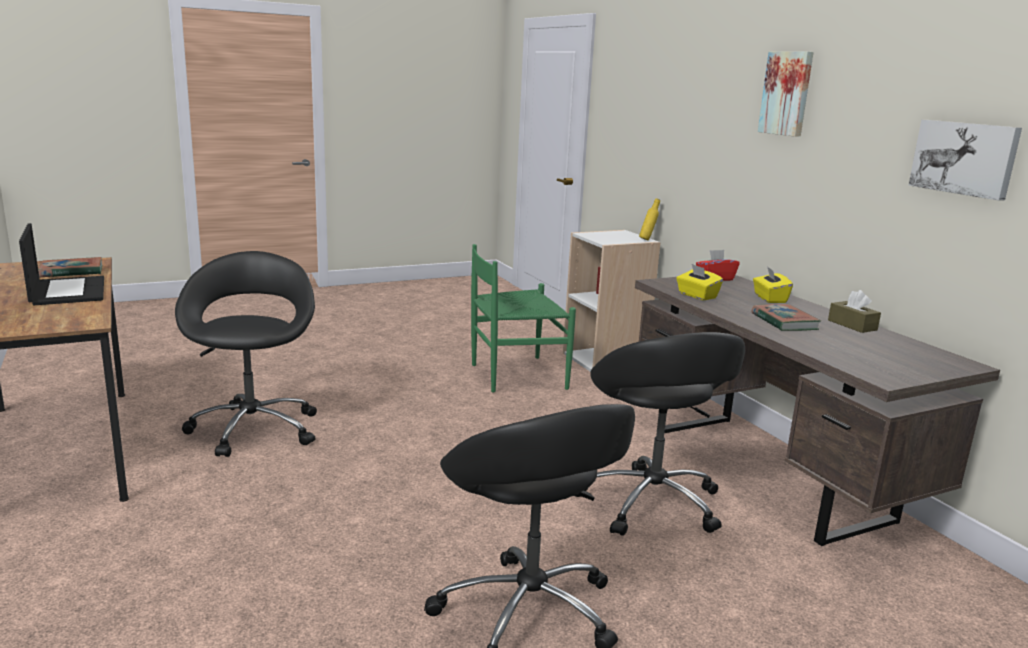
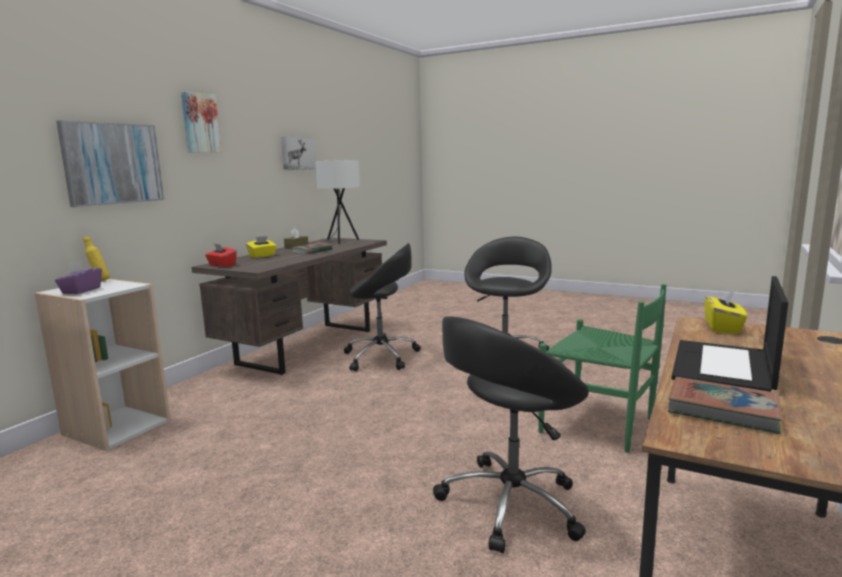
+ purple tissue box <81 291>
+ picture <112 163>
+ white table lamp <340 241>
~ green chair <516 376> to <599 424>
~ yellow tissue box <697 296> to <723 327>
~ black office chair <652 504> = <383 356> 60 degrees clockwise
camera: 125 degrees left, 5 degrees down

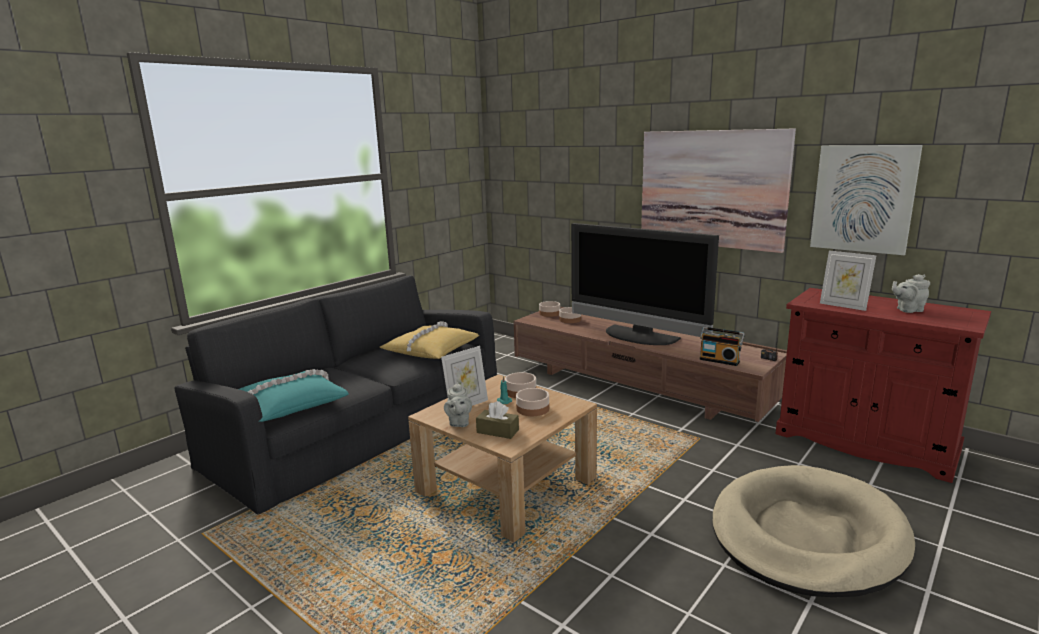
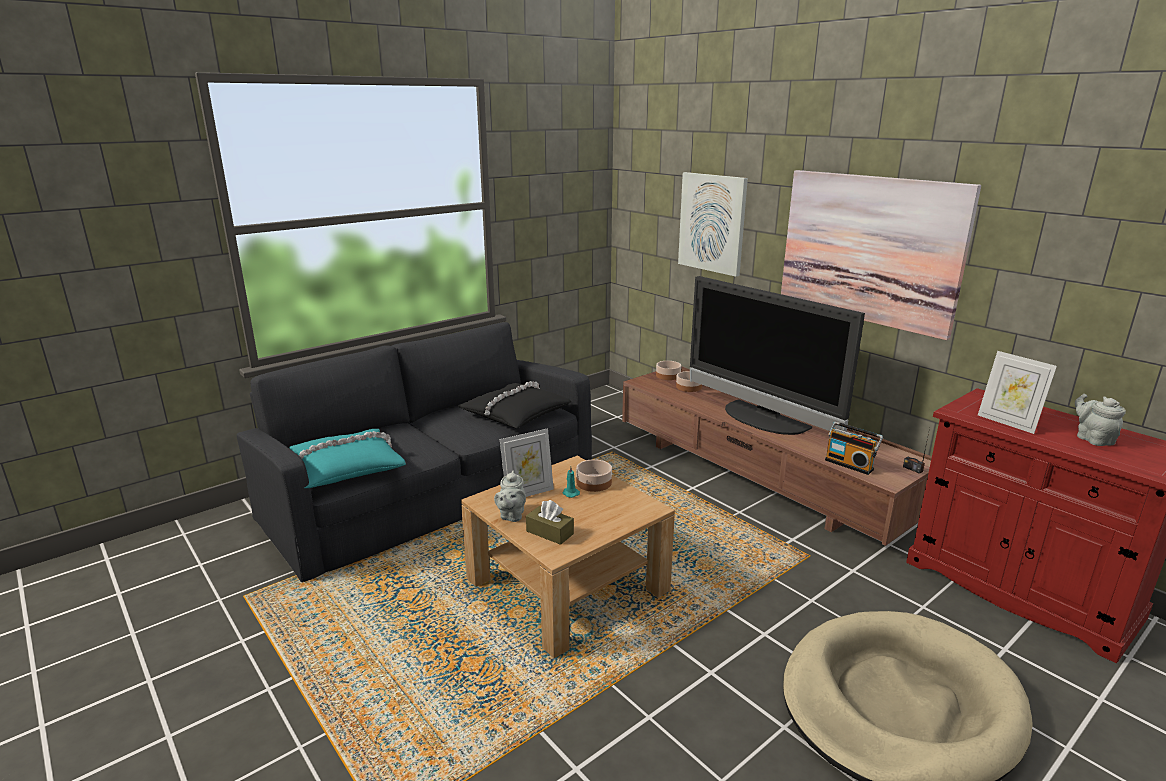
- bowl <533 409>
~ picture <863 198> to <712 223>
~ yellow pillow <430 350> to black pillow <515 414>
~ grey teapot <908 310> = <1092 439> 75 degrees clockwise
camera: 10 degrees right, 5 degrees up

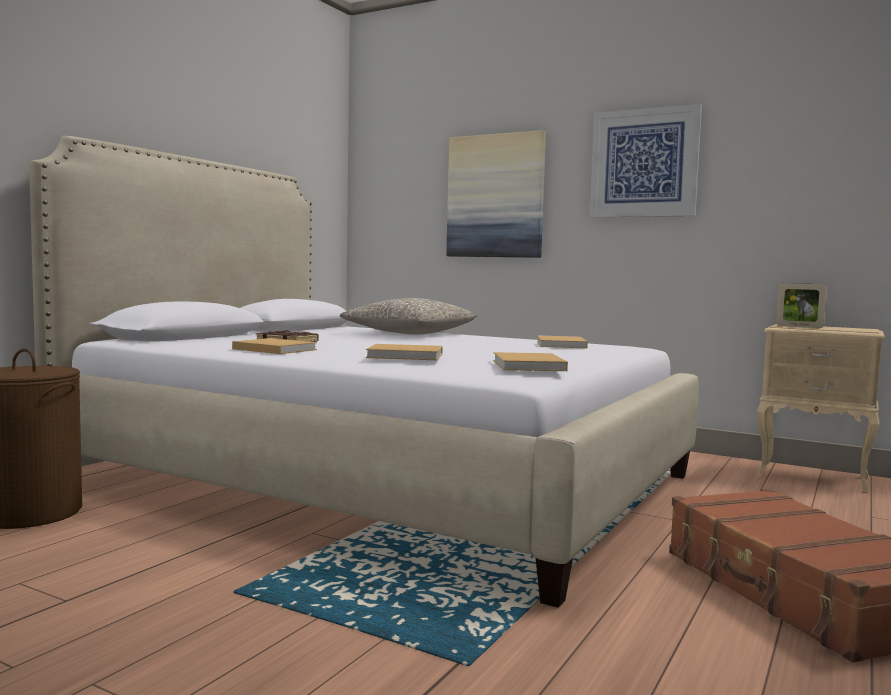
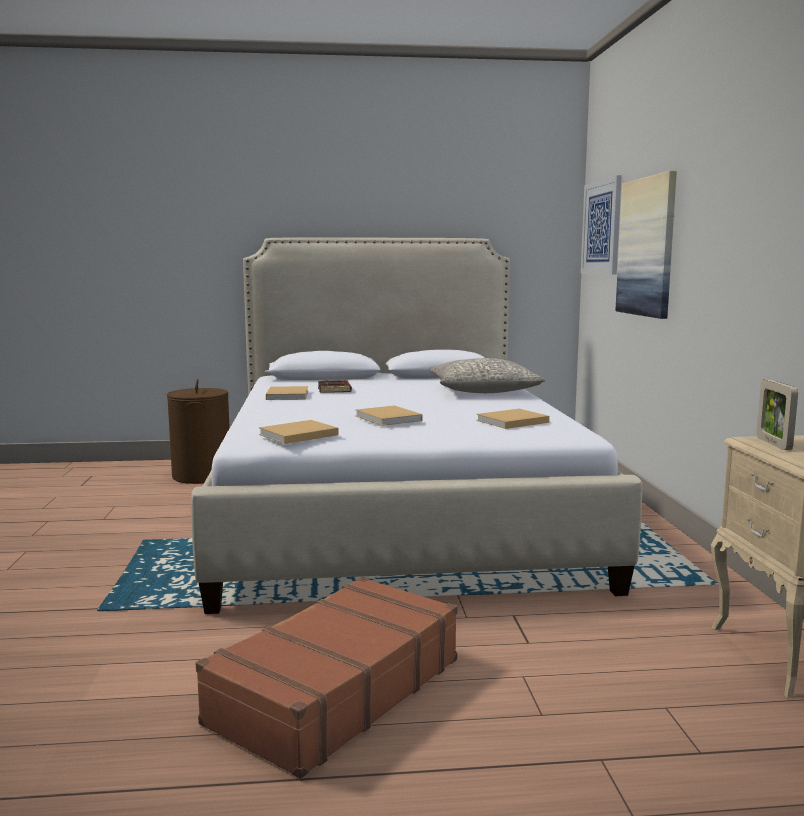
~ beige book <407 356> to <389 418>
~ picture <644 163> to <601 227>
camera: 55 degrees right, 5 degrees up

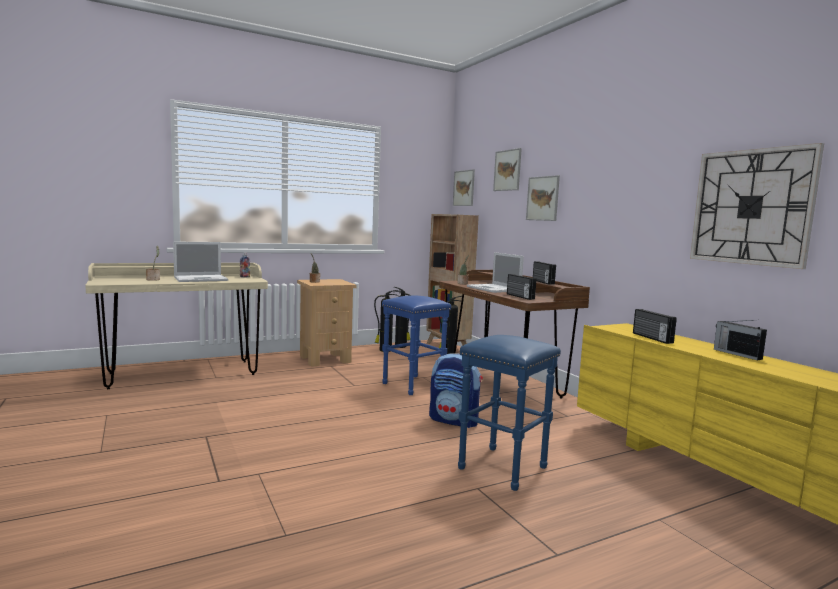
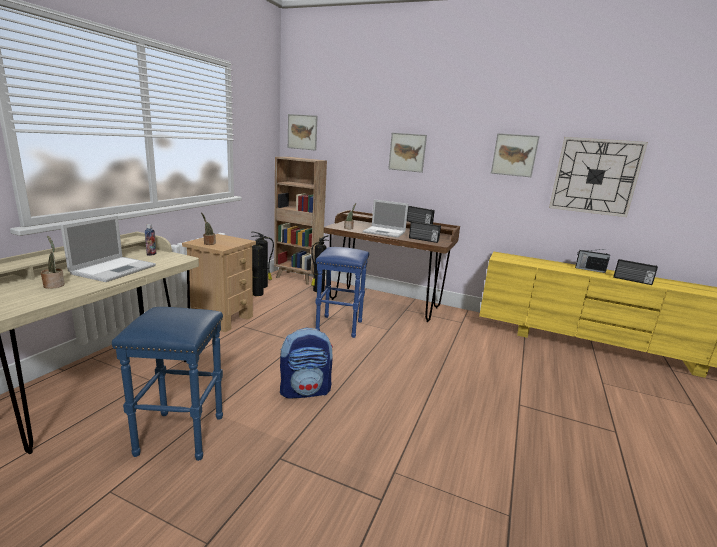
~ backpack <454 421> to <305 391>
~ blue stool <503 468> to <181 436>
~ picture <507 170> to <514 155>
~ radio <651 338> to <632 280>
camera: 40 degrees left, 10 degrees up

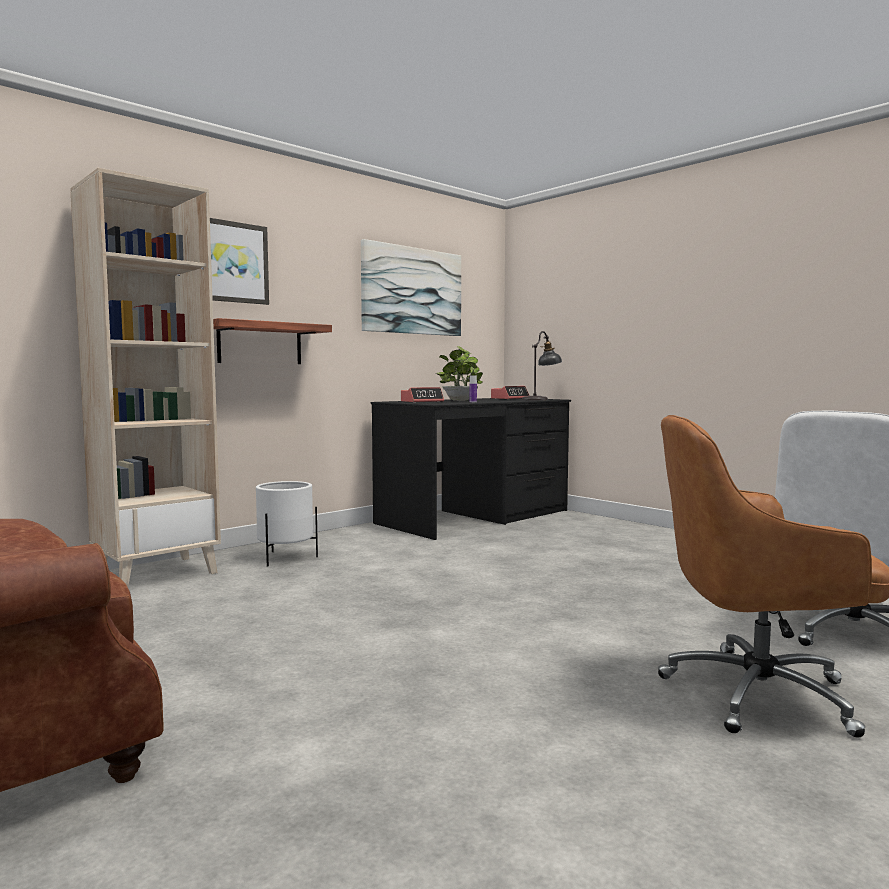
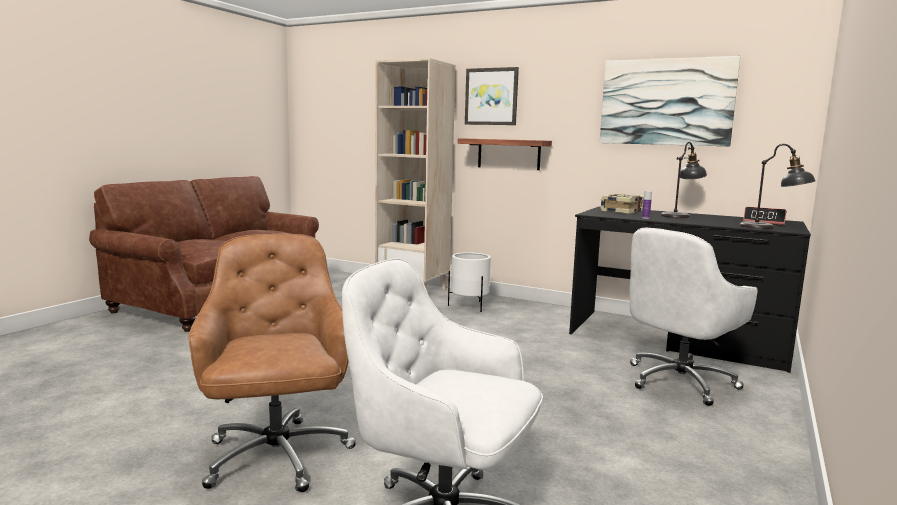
+ white office chair <679 381>
~ alarm clock <422 401> to book <622 211>
~ potted plant <460 400> to grey table lamp <681 215>
camera: 70 degrees right, 5 degrees up

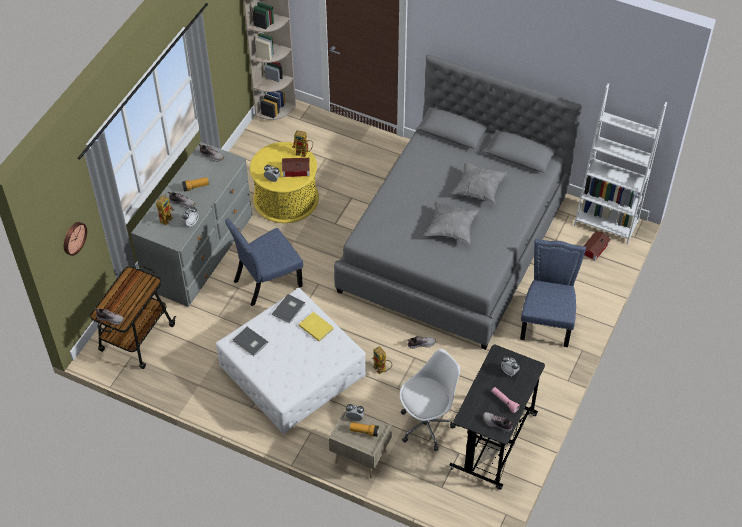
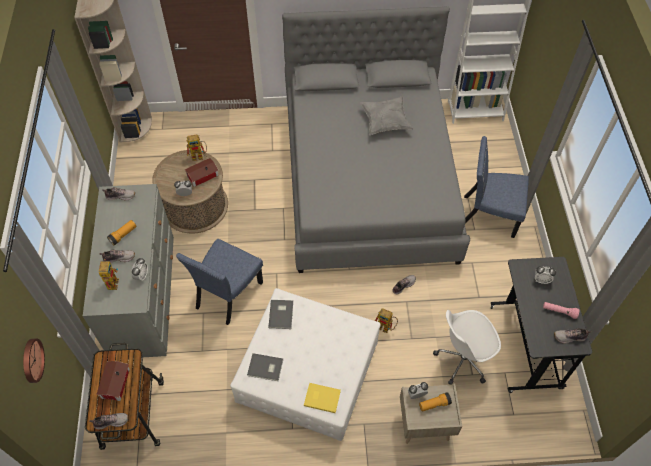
- grey pillow <451 229>
~ yellow book <316 326> to <322 397>
~ toy house <594 249> to <114 384>
~ yellow coffee table <286 198> to brown coffee table <195 206>
~ white office chair <427 426> = <460 361> 135 degrees counterclockwise
~ blue chair <547 321> = <490 215> 60 degrees counterclockwise
camera: 30 degrees left, 5 degrees up

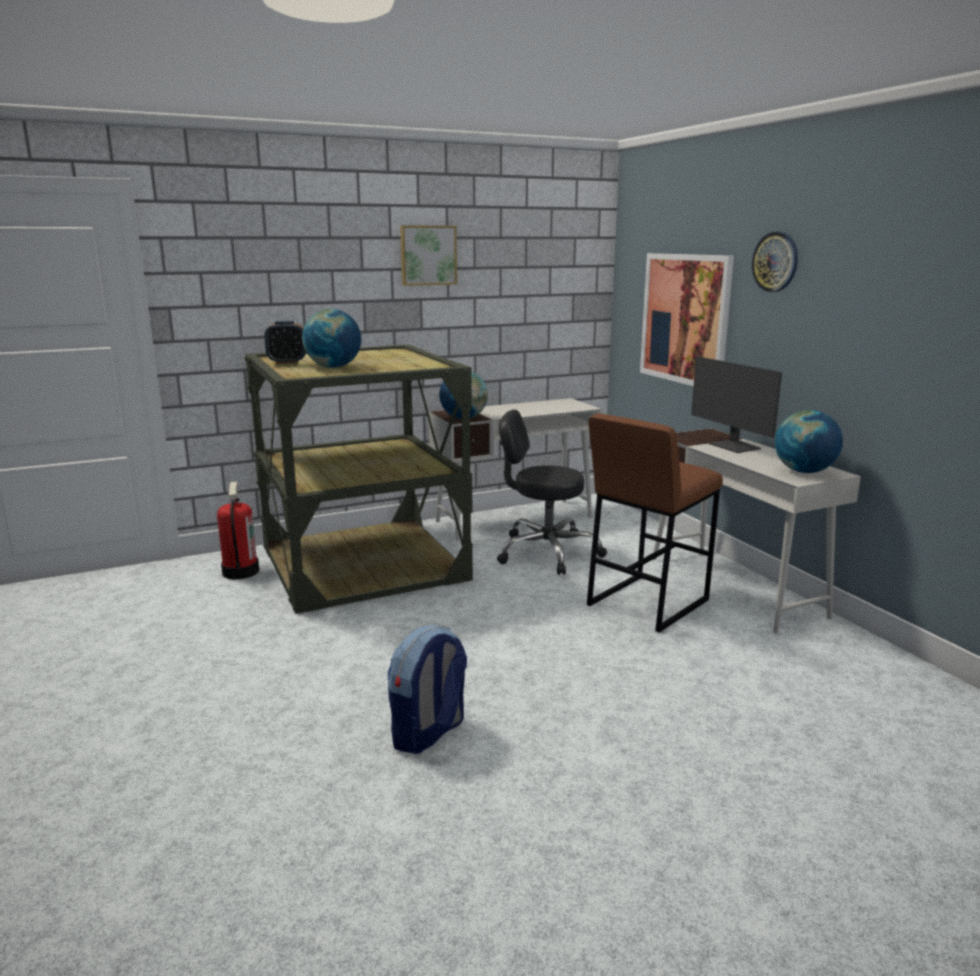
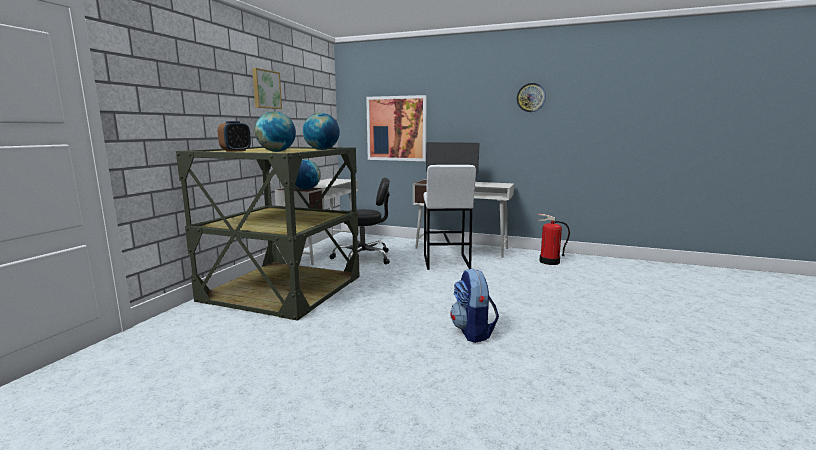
~ fire extinguisher <240 571> to <549 262>
~ wall clock <775 262> to <531 97>
~ globe <804 471> to <322 149>
~ brown stool <646 603> to white stool <446 262>
~ black office chair <542 552> = <366 258> 150 degrees counterclockwise
camera: 45 degrees left, 5 degrees down

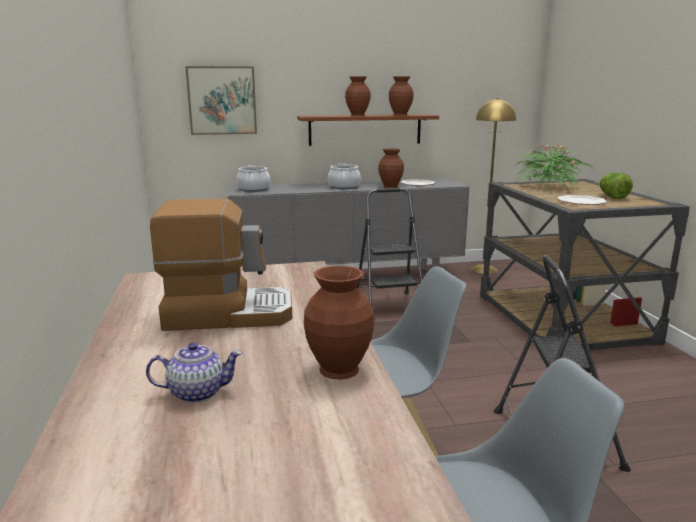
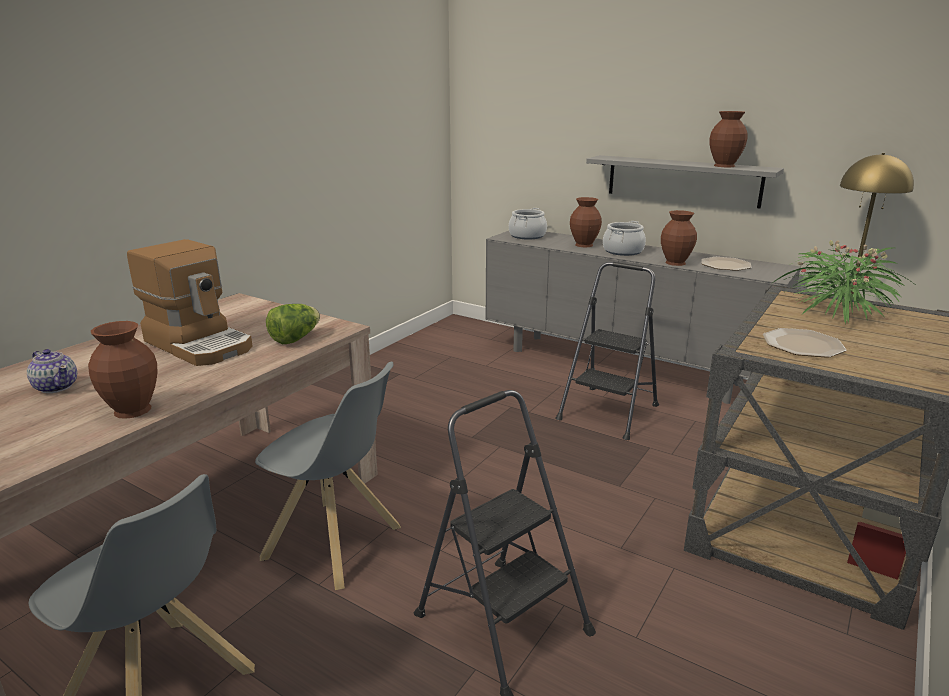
- picture <222 100>
~ brown vase <358 115> to <584 245>
~ lettuce <612 197> to <295 339>
~ brown shelf <365 129> to grey shelf <683 181>
camera: 45 degrees right, 5 degrees up

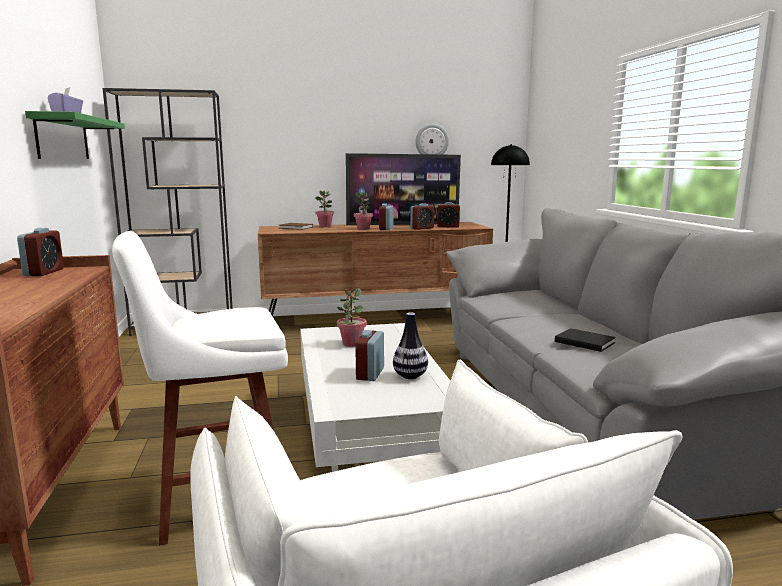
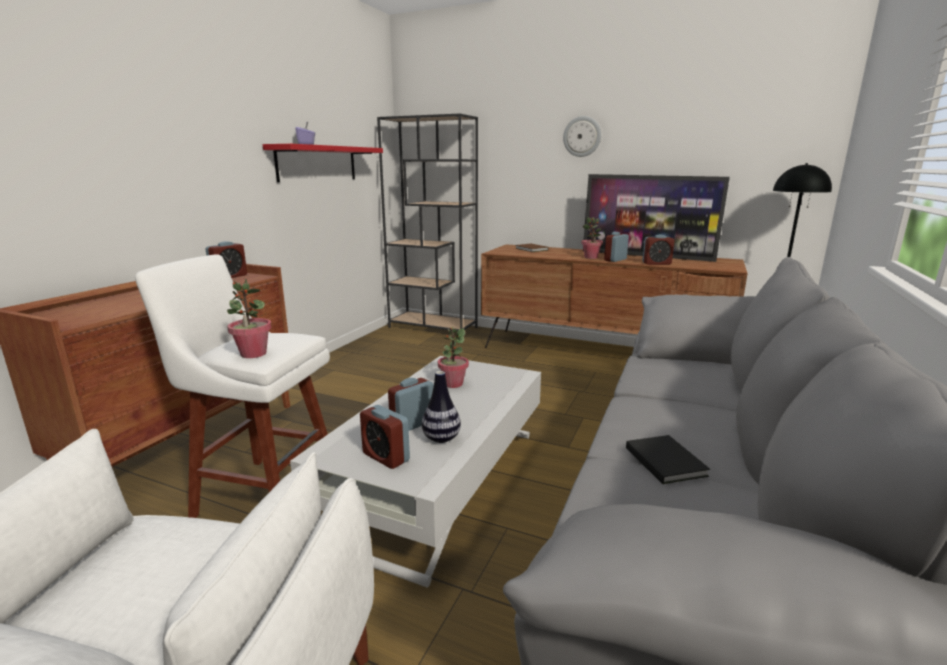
~ potted plant <325 226> to <253 354>
~ wall clock <431 141> to <582 136>
~ alarm clock <448 226> to <386 457>
~ green shelf <63 138> to red shelf <317 163>
camera: 35 degrees right, 5 degrees up

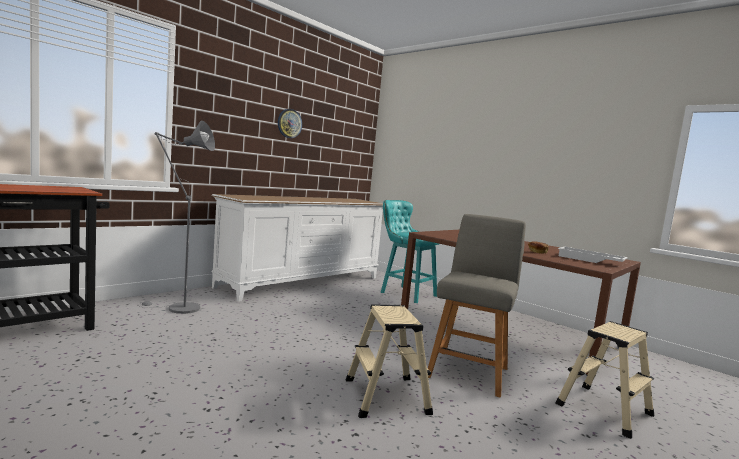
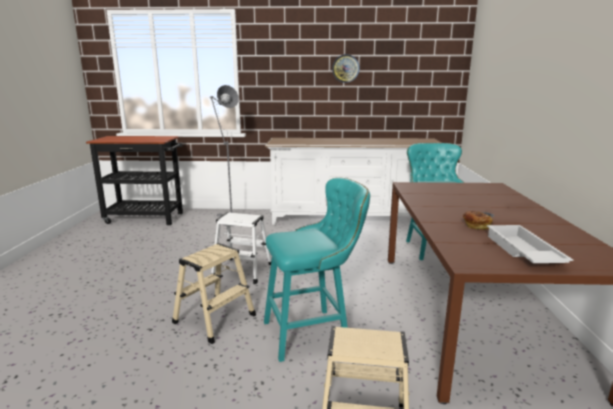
+ white step ladder <243 270>
~ grey chair <468 371> to turquoise stool <315 331>
camera: 50 degrees right, 10 degrees up

